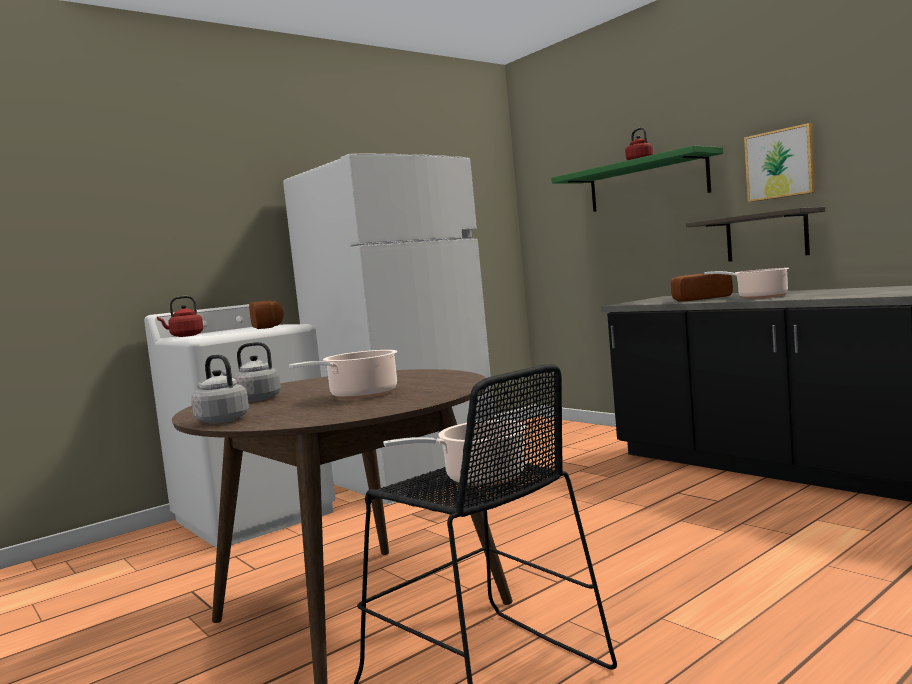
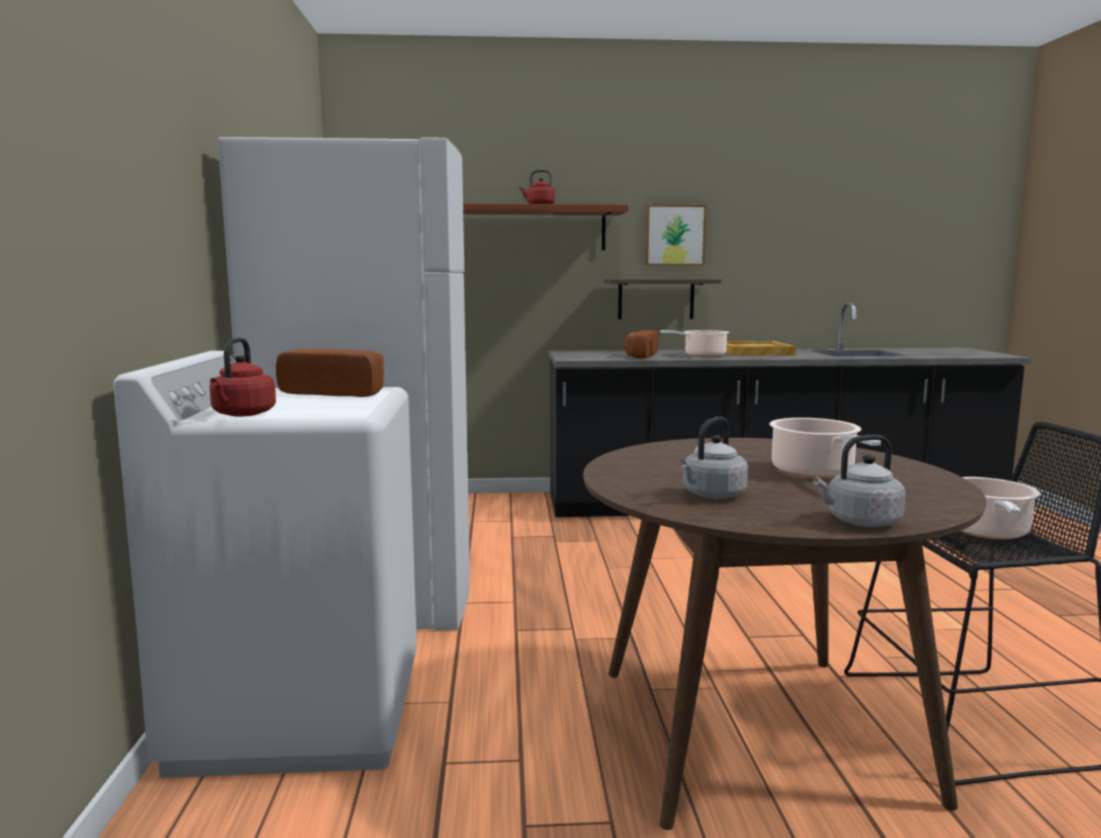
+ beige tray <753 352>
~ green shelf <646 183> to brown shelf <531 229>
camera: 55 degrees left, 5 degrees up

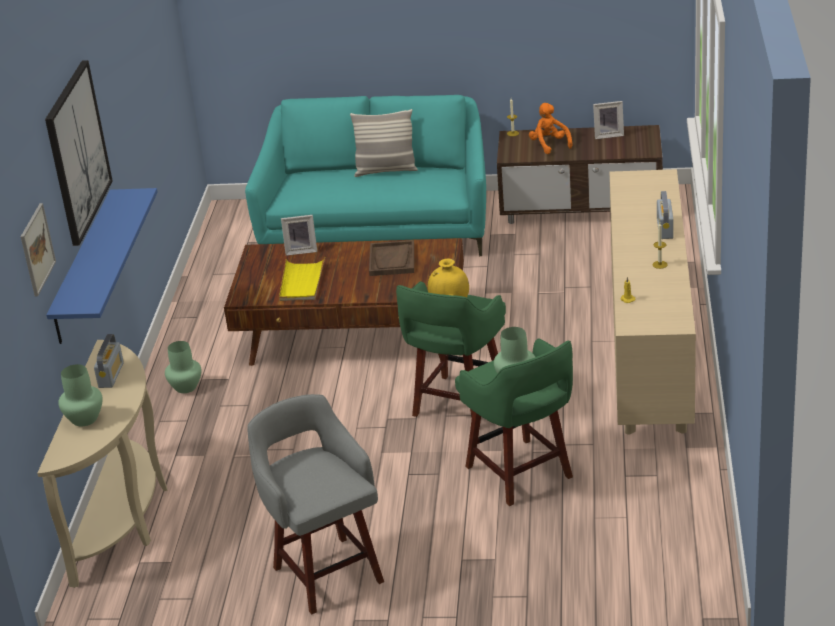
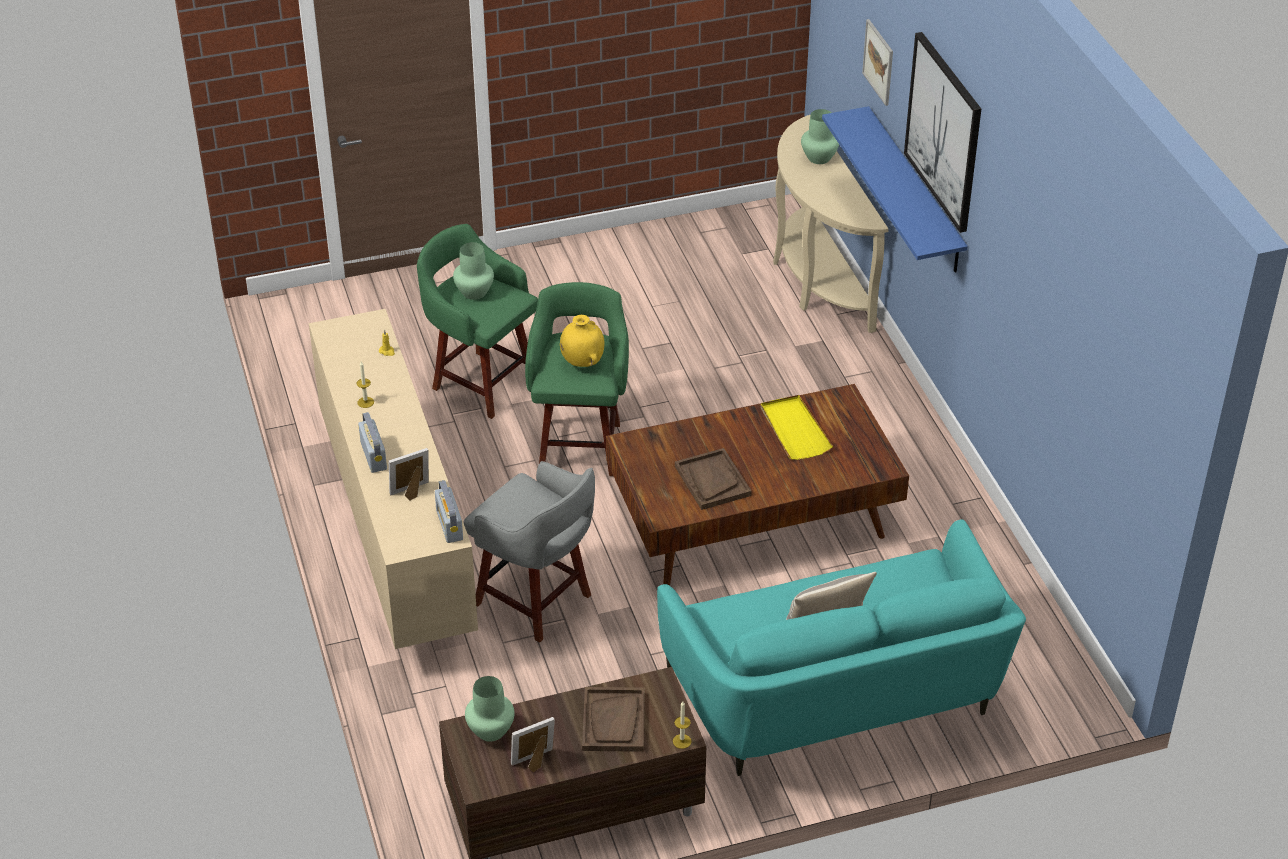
~ radio <111 375> to <449 525>
~ green vase <185 387> to <491 730>
~ grey stool <326 572> to <536 603>
~ picture frame <301 250> to <412 492>
~ orange plush toy <549 145> to brown tray <614 721>
camera: 155 degrees right, 10 degrees up

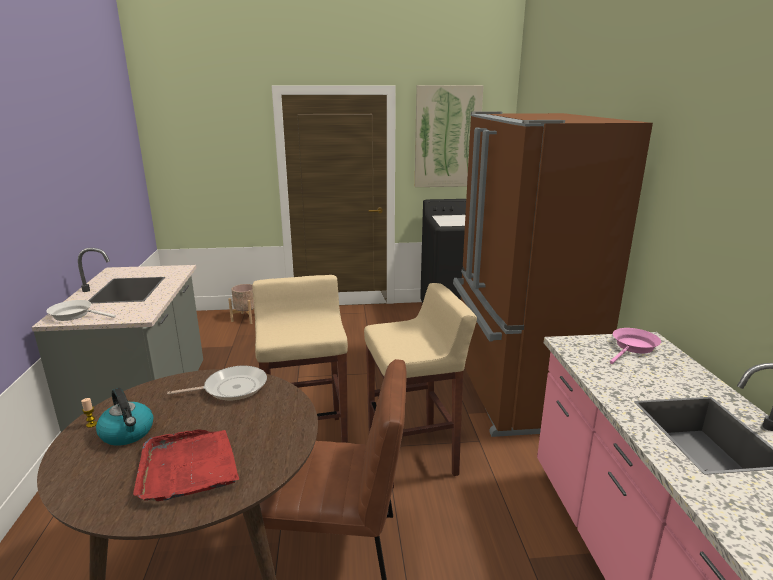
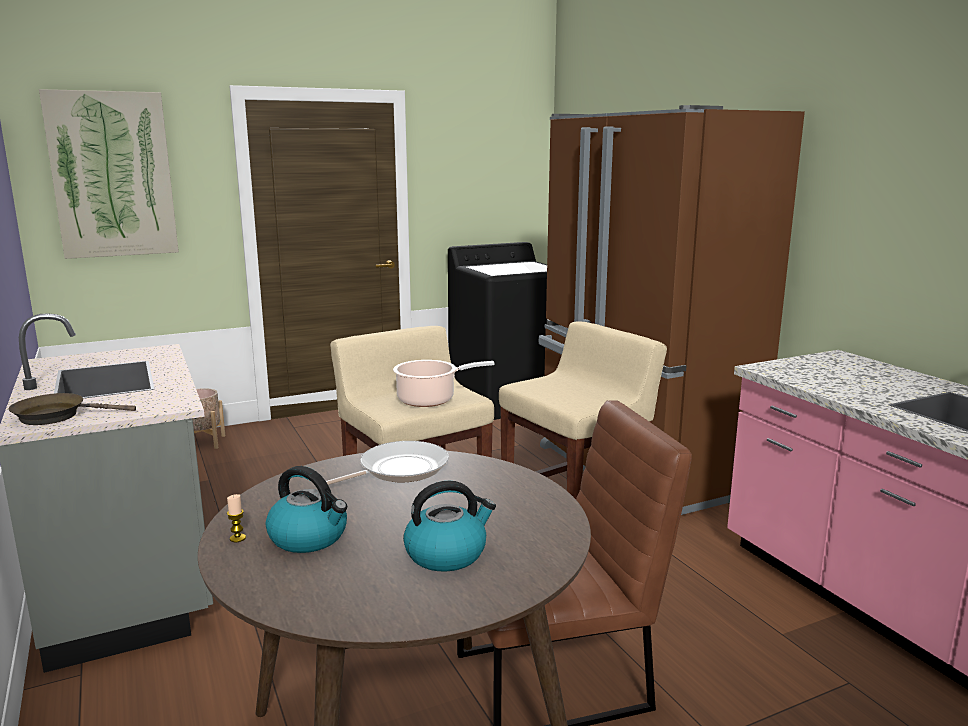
- pink frying pan <633 347>
+ cooking pot <430 400>
~ picture <447 137> to <112 175>
~ red tray <188 467> to kettle <447 554>
~ white frying pan <75 315> to brown frying pan <56 416>
camera: 20 degrees left, 5 degrees down

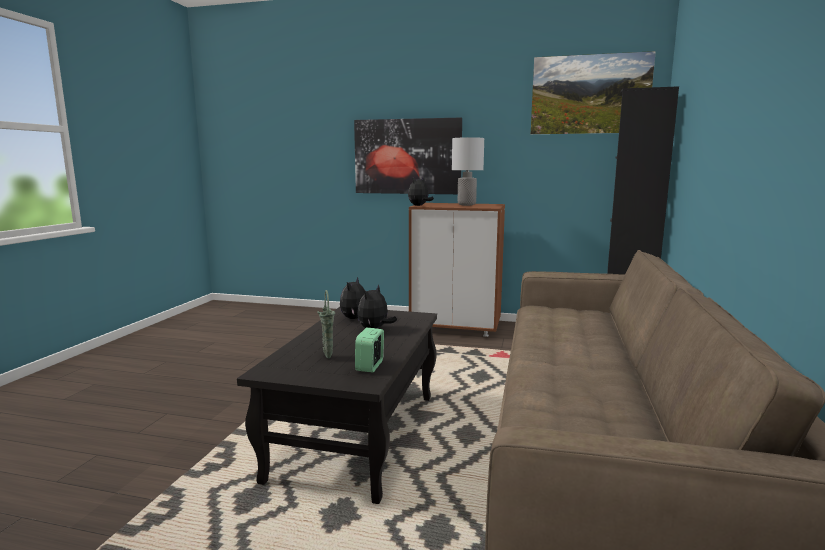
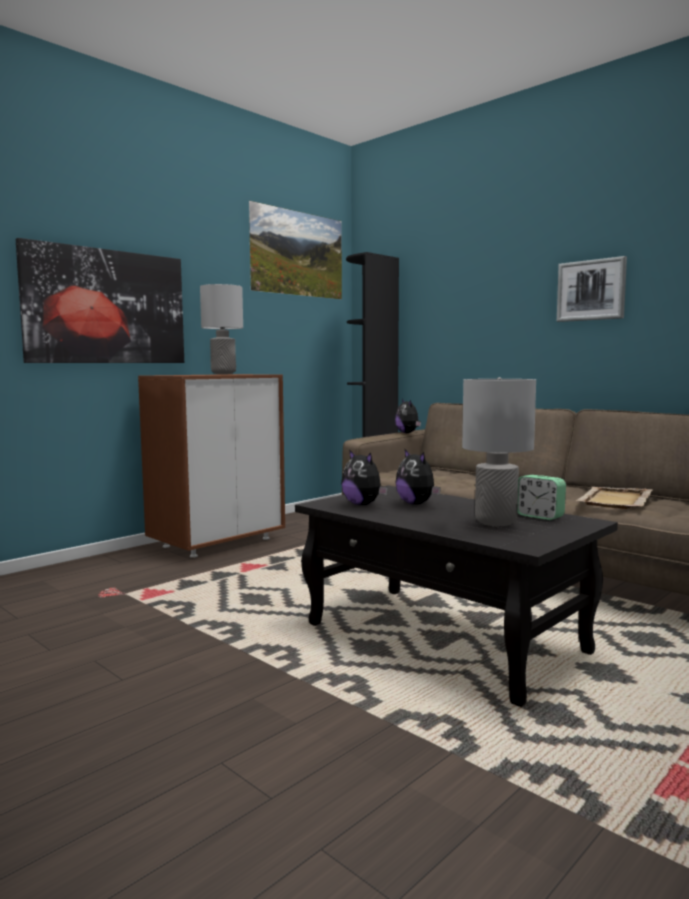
+ picture <591 290>
+ beige tray <615 500>
~ plush toy <419 205> to <408 433>
~ green vase <327 356> to grey table lamp <495 524>
camera: 60 degrees left, 5 degrees down

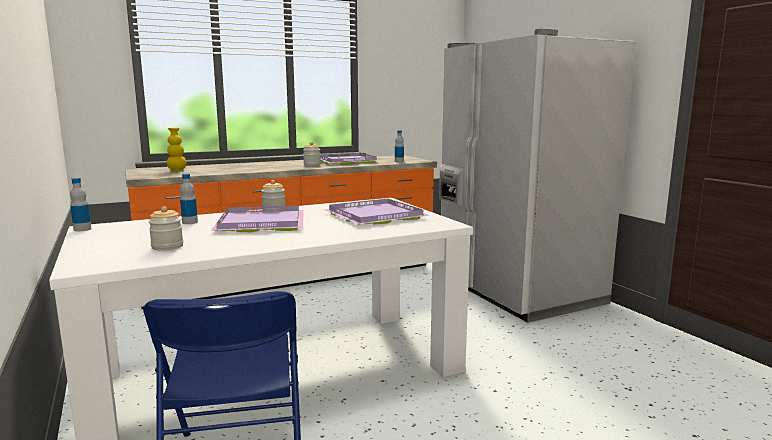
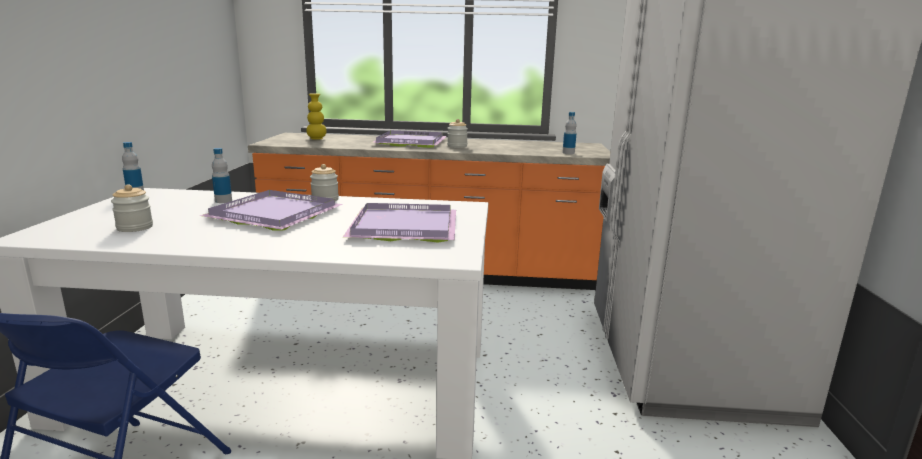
~ purple tray <345 161> to <409 142>
camera: 30 degrees right, 5 degrees up

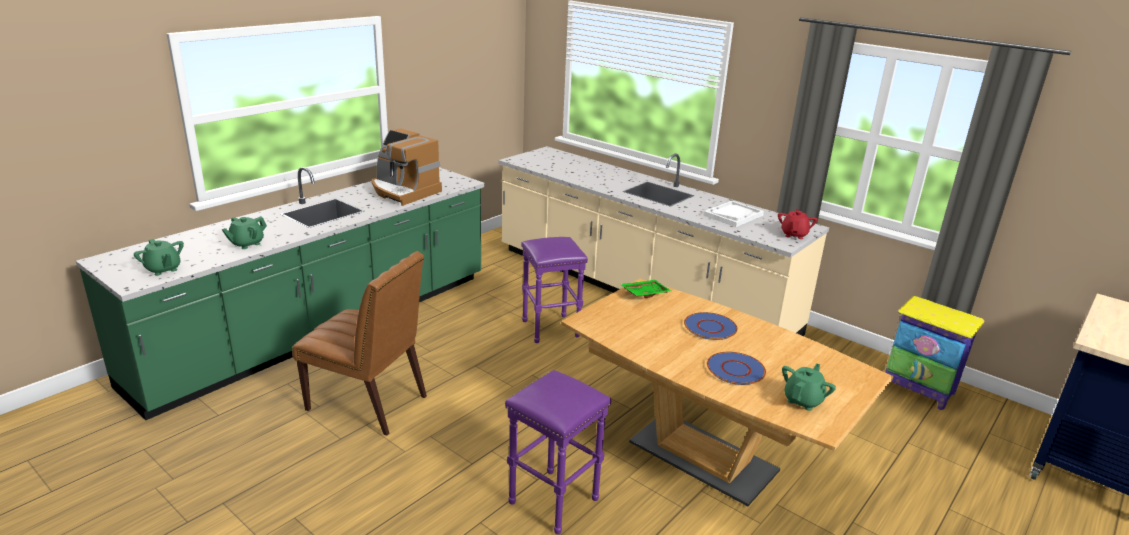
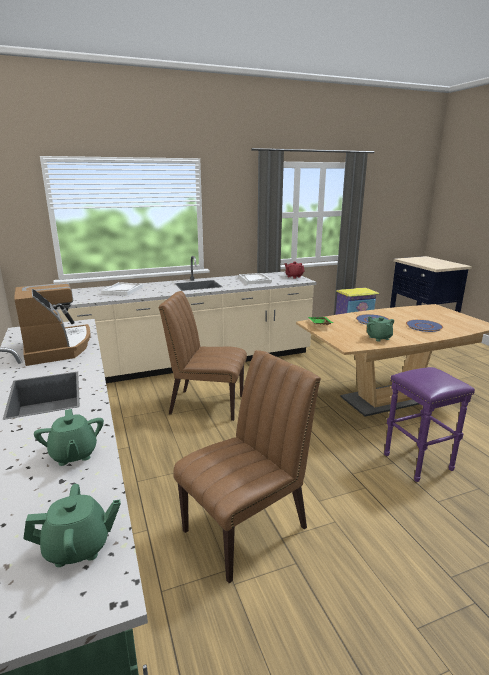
+ white tray <123 290>
~ green teapot <803 400> to <378 338>
~ purple stool <551 328> to brown chair <207 405>
~ coffee machine <403 191> = <57 348> 90 degrees counterclockwise
camera: 60 degrees left, 5 degrees down

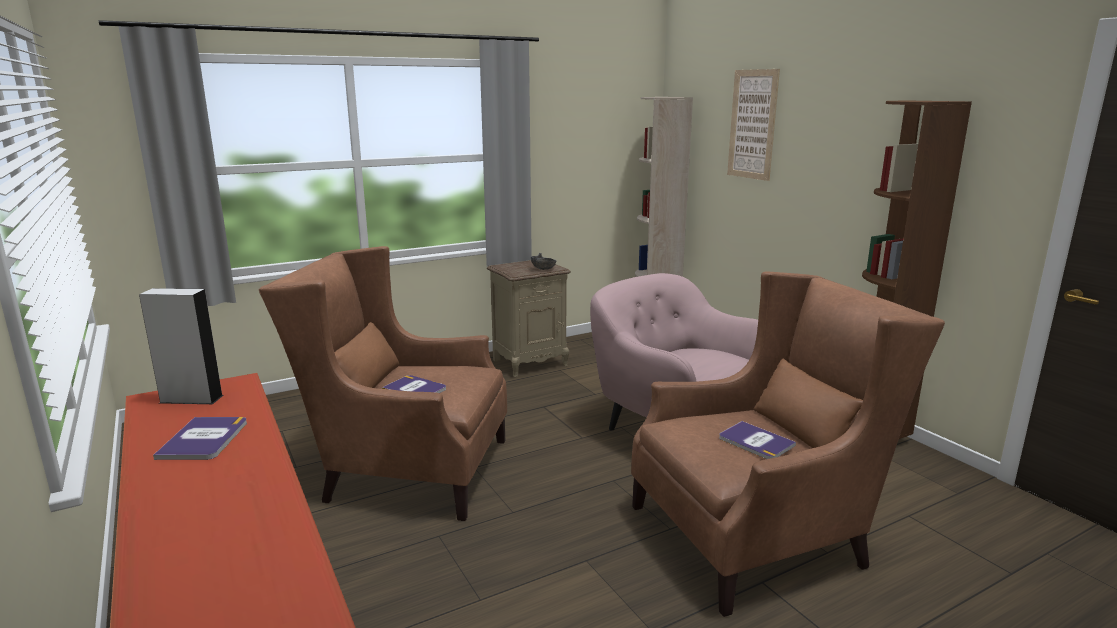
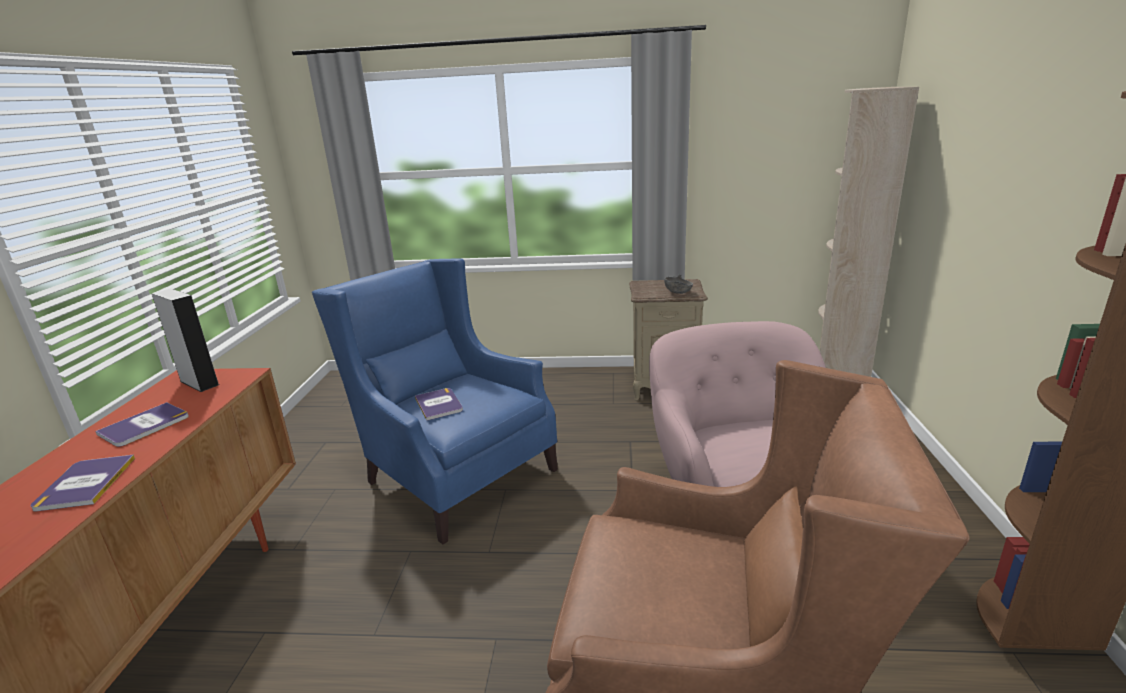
- picture <752 124>
~ book <755 442> to <85 483>
~ brown armchair <406 470> to blue armchair <452 473>
camera: 35 degrees right, 5 degrees up

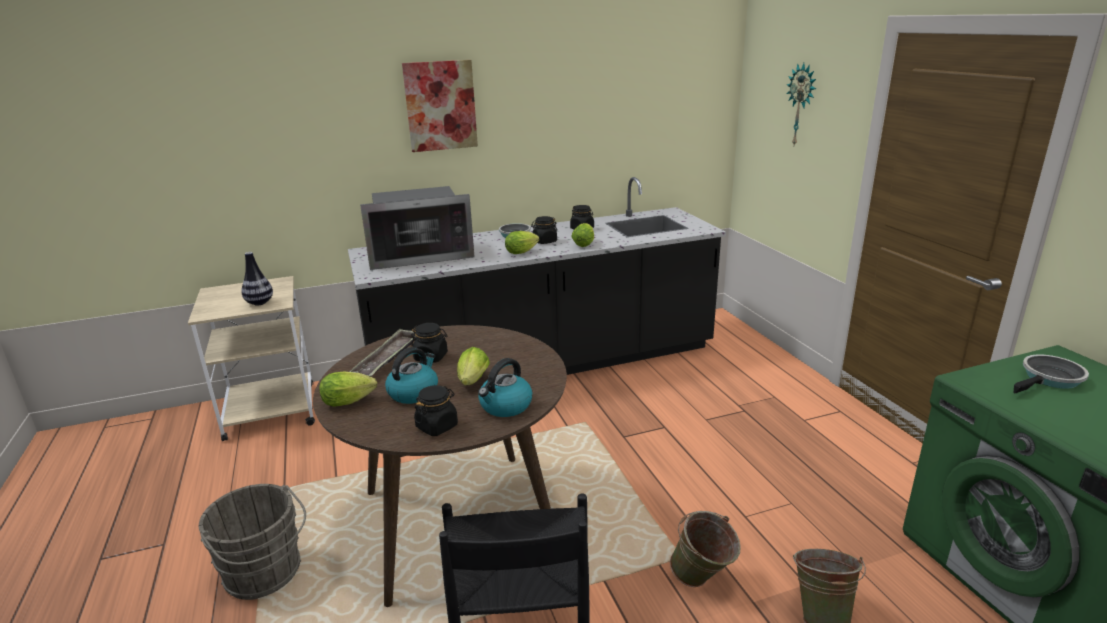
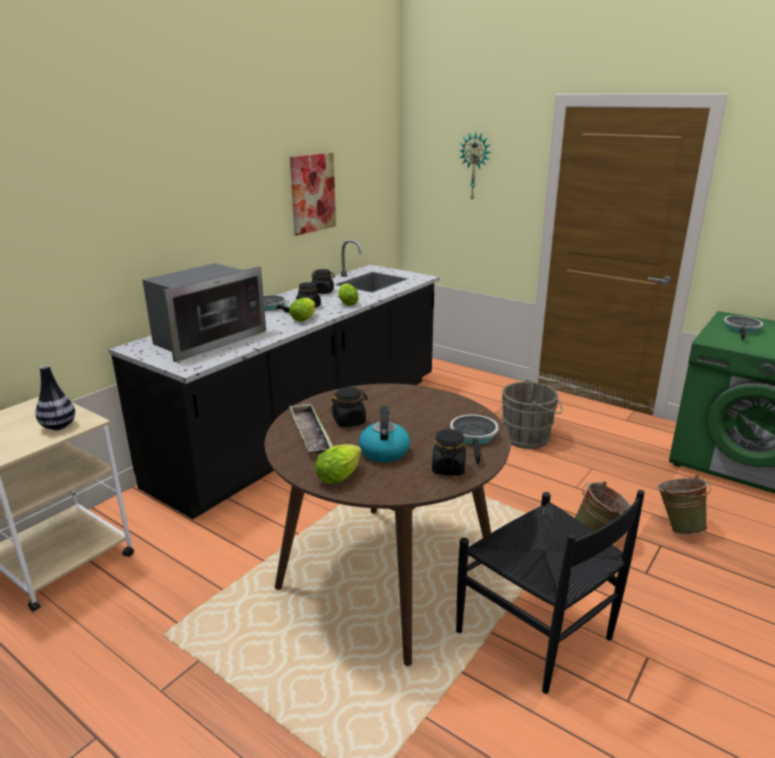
- lettuce <472 382>
~ grey bucket <265 575> to <529 437>
~ picture <440 106> to <312 193>
~ kettle <505 406> to frying pan <474 437>
camera: 35 degrees left, 0 degrees up

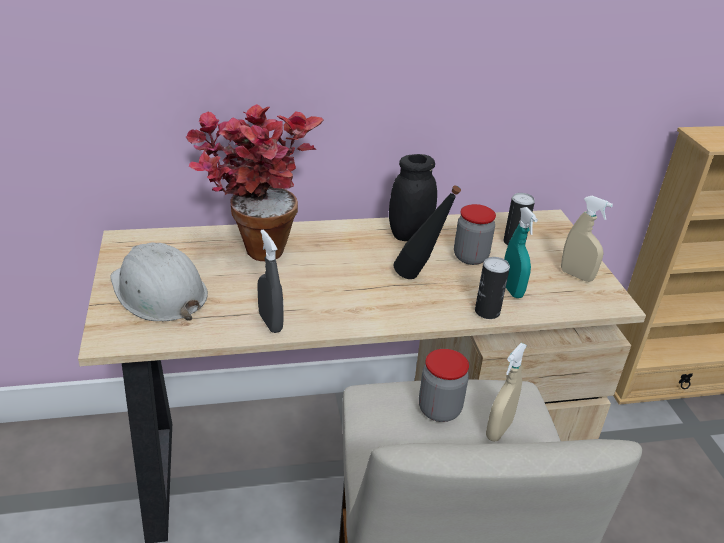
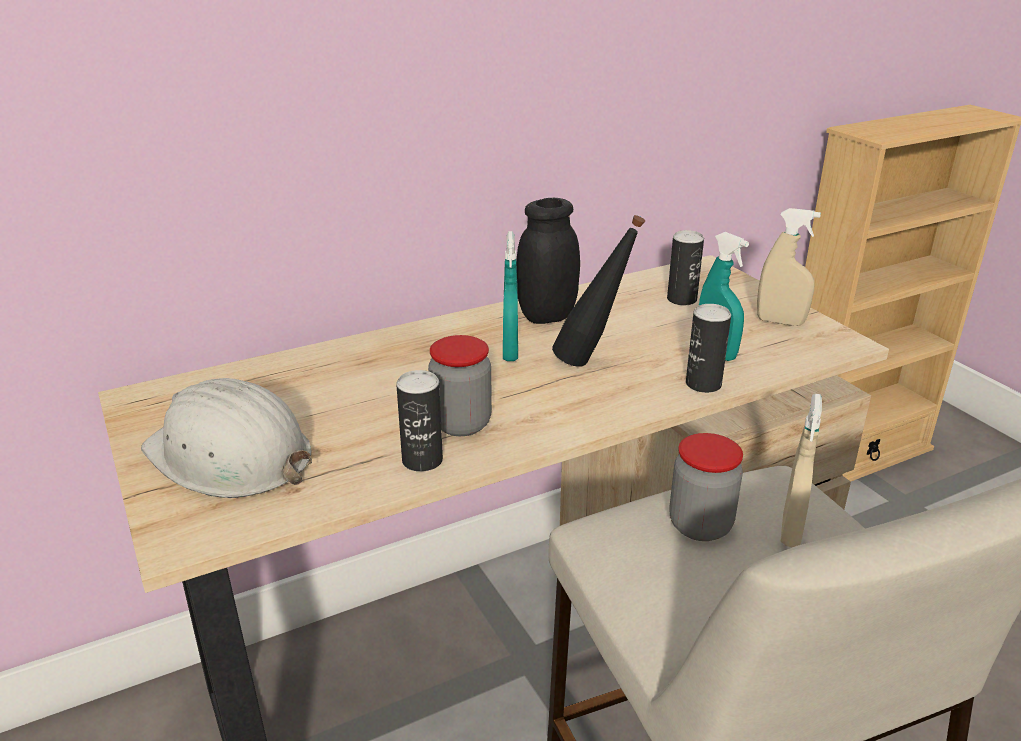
- potted plant <253 246>
+ turquoise spray bottle <510 352>
~ jar <470 257> to <461 424>
~ grey spray bottle <270 322> to can <422 460>
camera: 15 degrees left, 5 degrees down

